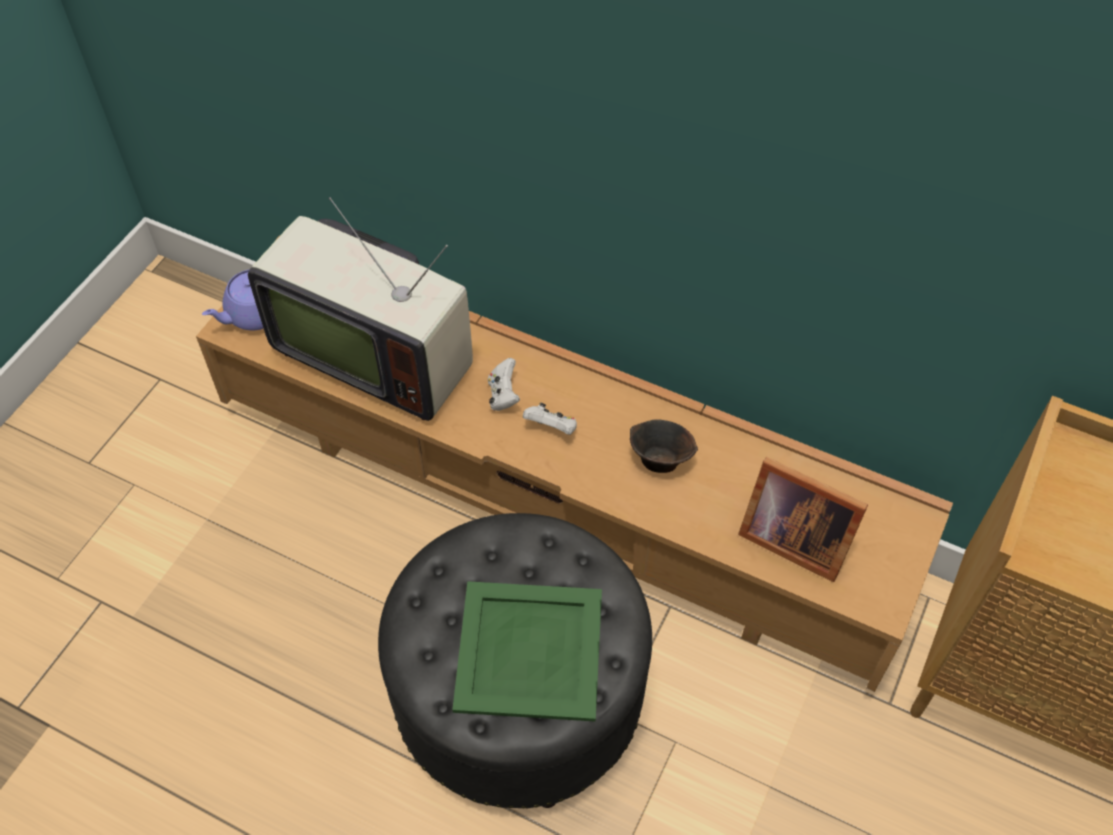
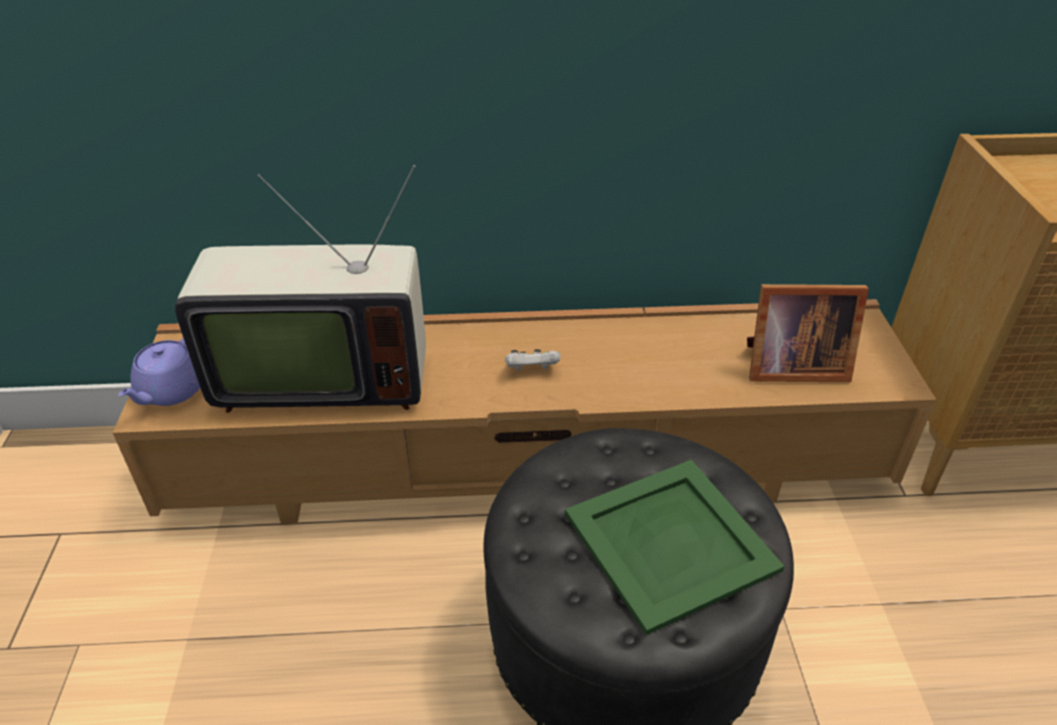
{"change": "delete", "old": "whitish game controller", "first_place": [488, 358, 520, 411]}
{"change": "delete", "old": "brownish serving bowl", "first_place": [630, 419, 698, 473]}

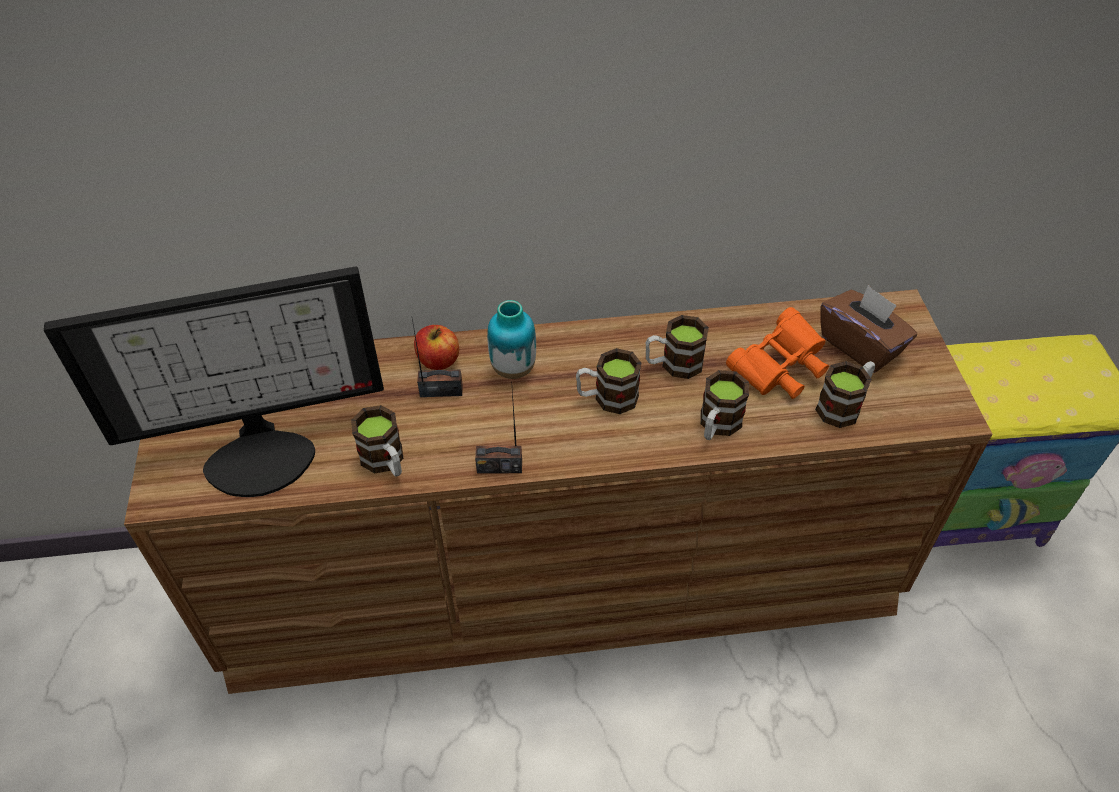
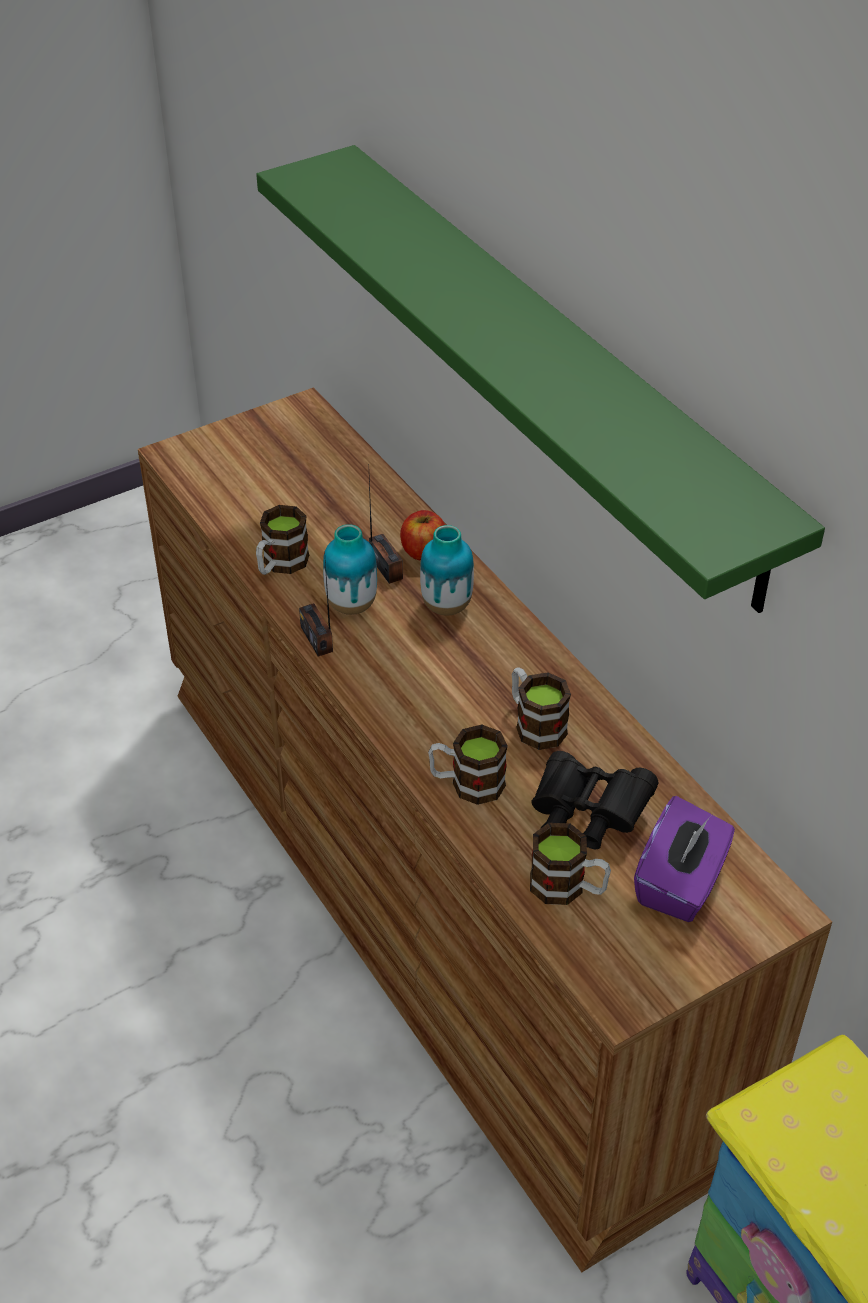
{"change": "delete", "old": "monitor", "first_place": [44, 266, 384, 497]}
{"change": "recolor", "old": "brownish box of tissues", "new": "purple-coloured box of tissues", "first_place": [820, 285, 917, 373], "second_place": [634, 796, 735, 922]}
{"change": "recolor", "old": "orange-coloured field glasses", "new": "blackish field glasses", "first_place": [726, 307, 829, 399], "second_place": [531, 751, 659, 849]}
{"change": "delete", "old": "mug", "first_place": [576, 348, 642, 414]}
{"change": "insert", "new": "greenish bracket shelf", "second_place": [256, 145, 825, 613]}
{"change": "insert", "new": "decorative vase", "second_place": [323, 524, 377, 615]}

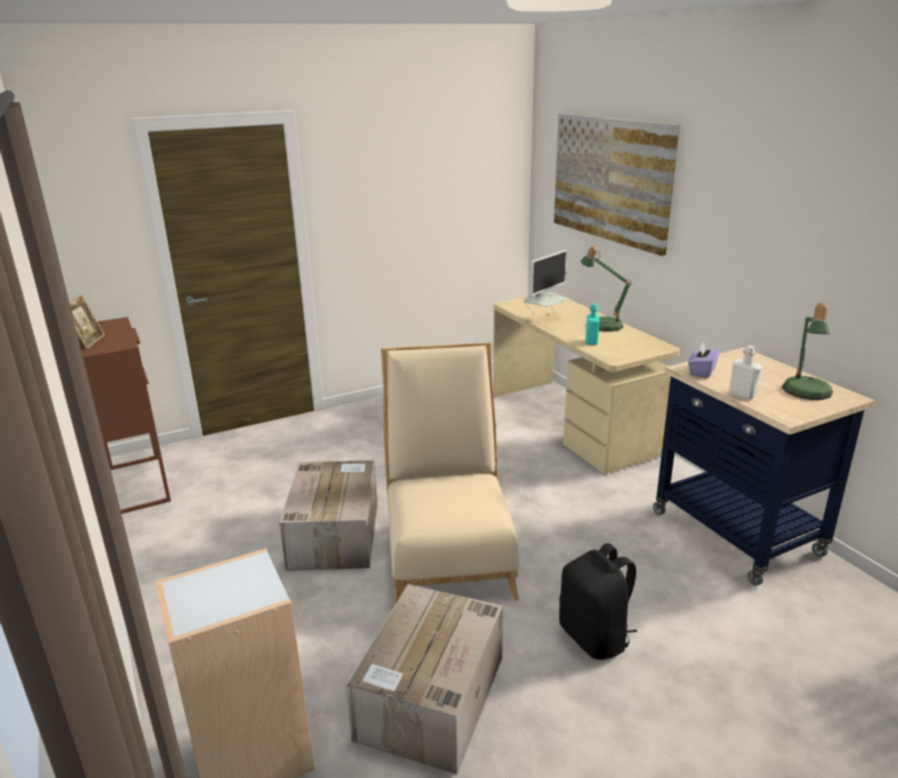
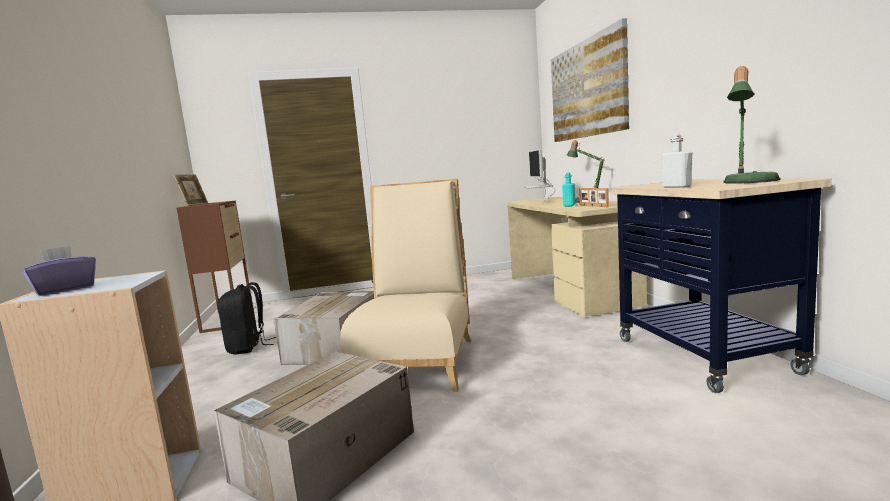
{"change": "rotate", "old": "monitor", "first_place": [523, 250, 568, 315], "second_place": [523, 149, 555, 204], "degrees": 120}
{"change": "move", "old": "purple-coloured box of tissues", "first_place": [688, 342, 720, 378], "second_place": [23, 245, 96, 296]}
{"change": "move", "old": "blackish backpack", "first_place": [559, 543, 637, 660], "second_place": [218, 282, 276, 355]}
{"change": "insert", "new": "photo frame", "second_place": [579, 188, 609, 207]}

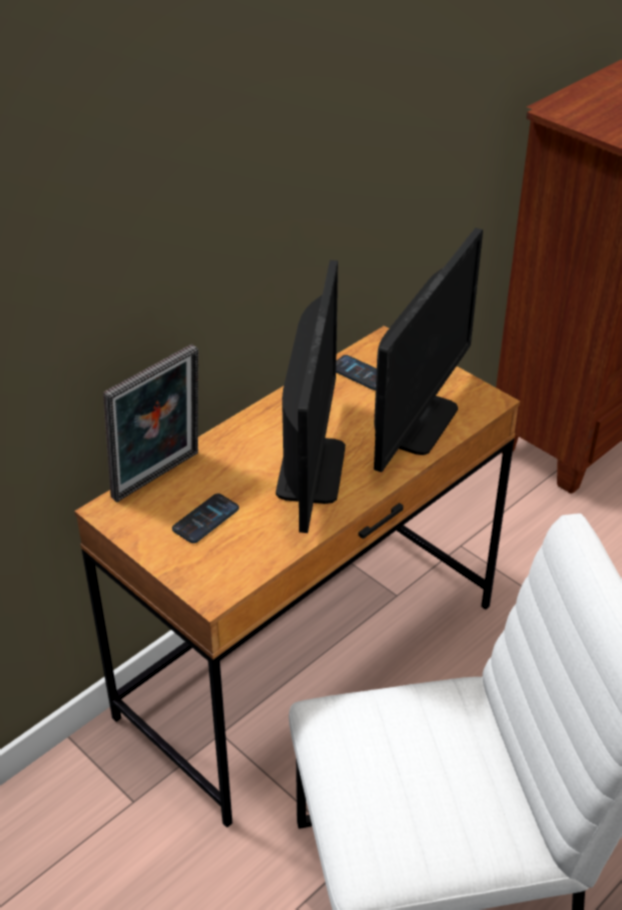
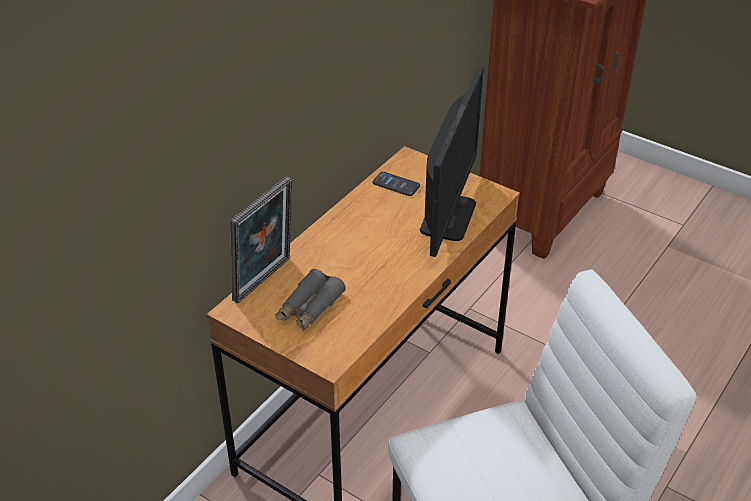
{"change": "delete", "old": "monitor", "first_place": [276, 260, 345, 533]}
{"change": "replace", "old": "handset", "new": "grey field glasses", "first_place": [172, 493, 239, 543], "second_place": [275, 269, 346, 331]}

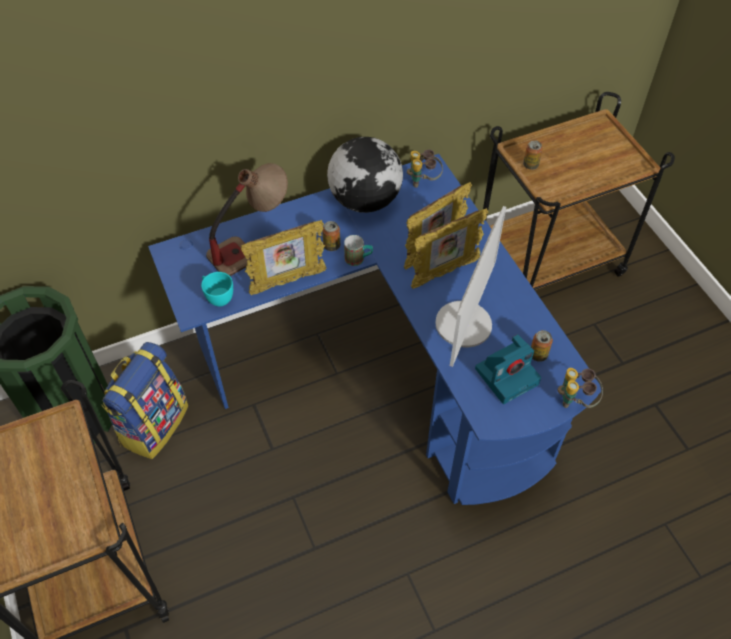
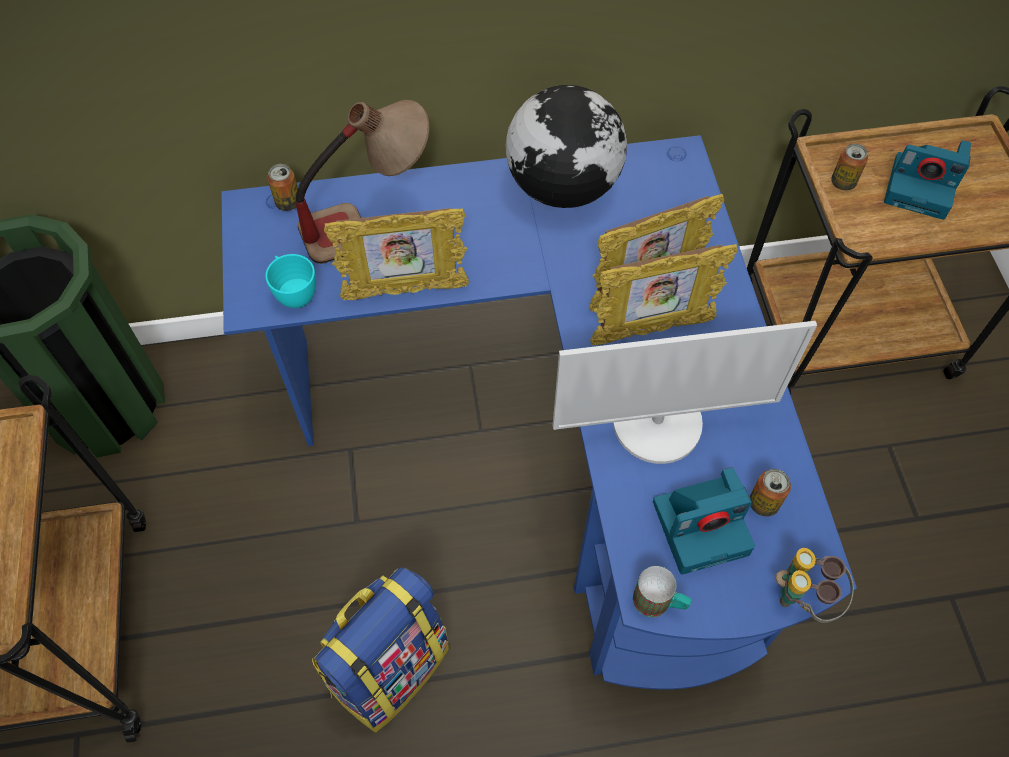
{"change": "delete", "old": "field glasses", "first_place": [407, 150, 443, 188]}
{"change": "rotate", "old": "monitor", "first_place": [435, 206, 506, 367], "second_place": [553, 321, 817, 464], "degrees": 45}
{"change": "move", "old": "metal can", "first_place": [322, 221, 340, 251], "second_place": [267, 164, 298, 211]}
{"change": "move", "old": "mug", "first_place": [344, 235, 373, 266], "second_place": [633, 566, 692, 617]}
{"change": "move", "old": "backpack", "first_place": [102, 342, 189, 459], "second_place": [312, 568, 449, 732]}
{"change": "insert", "new": "still camera", "second_place": [884, 140, 971, 220]}

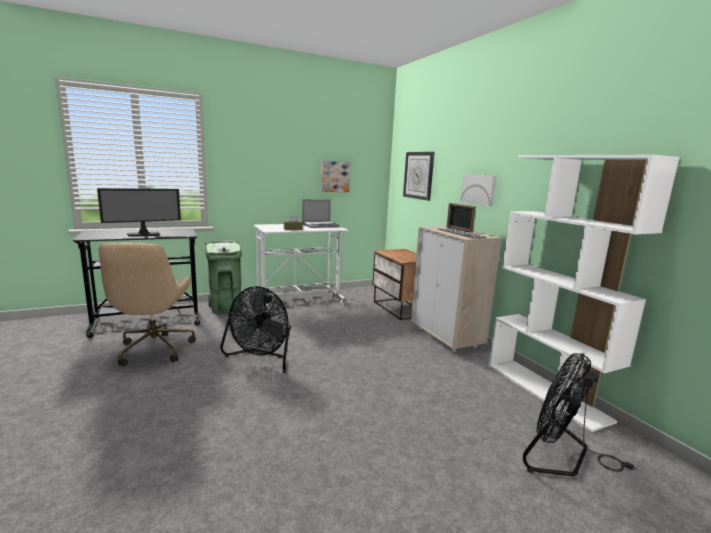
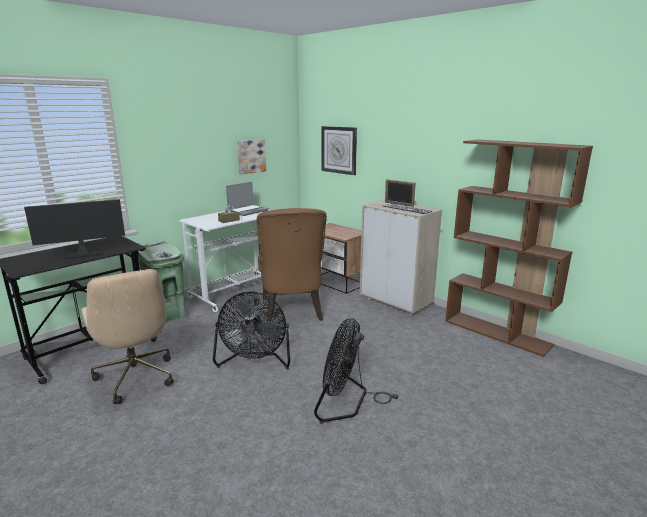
{"change": "recolor", "old": "whitish bookshelf", "new": "brownish bookshelf", "first_place": [488, 155, 680, 432], "second_place": [445, 139, 593, 357]}
{"change": "delete", "old": "picture", "first_place": [460, 174, 497, 206]}
{"change": "rotate", "old": "monitor", "first_place": [97, 188, 181, 236], "second_place": [24, 199, 125, 260], "degrees": -150}
{"change": "move", "old": "blackish fan", "first_place": [523, 353, 635, 476], "second_place": [314, 318, 399, 424]}
{"change": "insert", "new": "brownish upright chair", "second_place": [257, 208, 327, 322]}

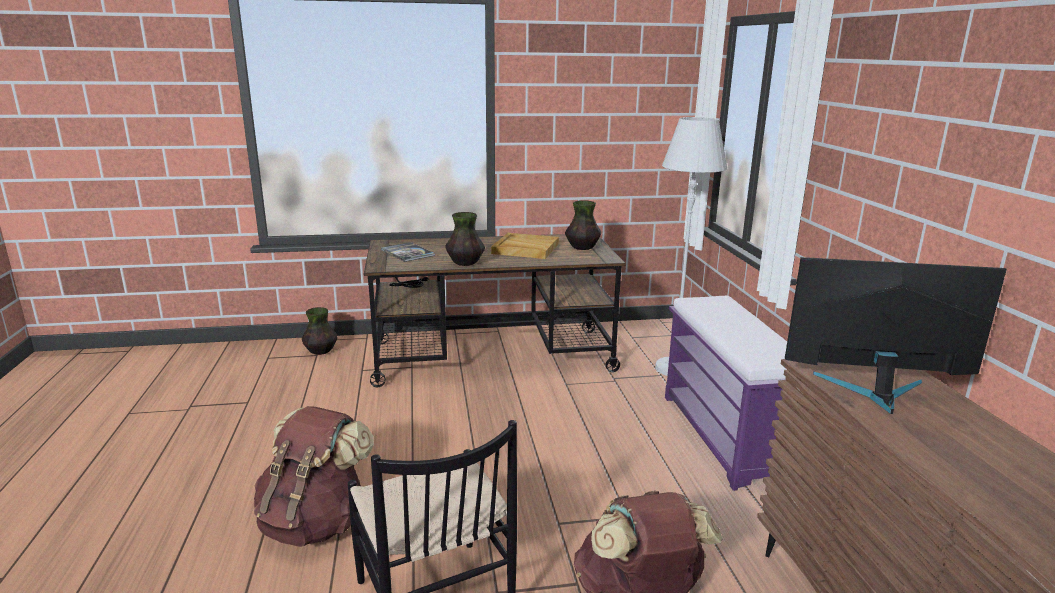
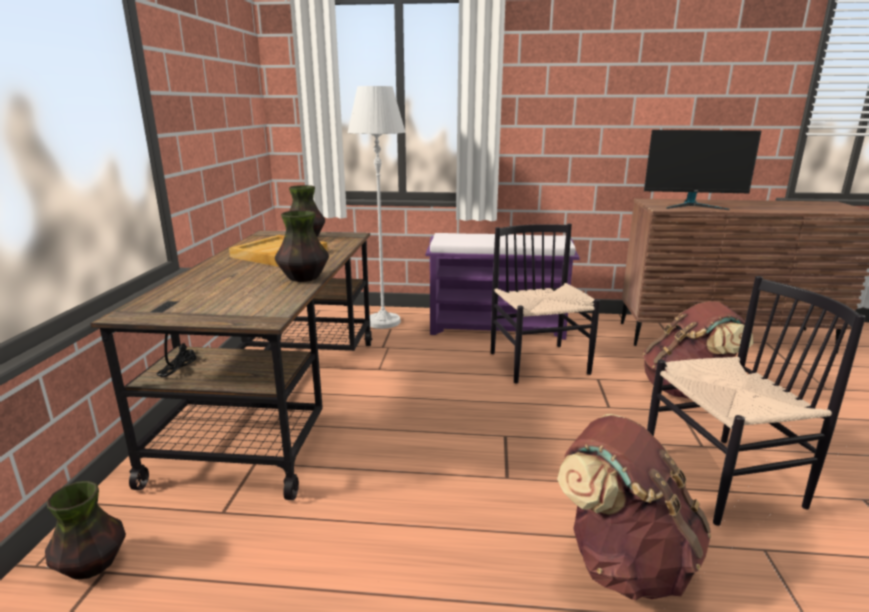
{"change": "delete", "old": "volume", "first_place": [381, 242, 435, 262]}
{"change": "rotate", "old": "monitor", "first_place": [785, 257, 1007, 414], "second_place": [644, 130, 761, 210], "degrees": -105}
{"change": "insert", "new": "blackish upright chair", "second_place": [491, 223, 600, 384]}

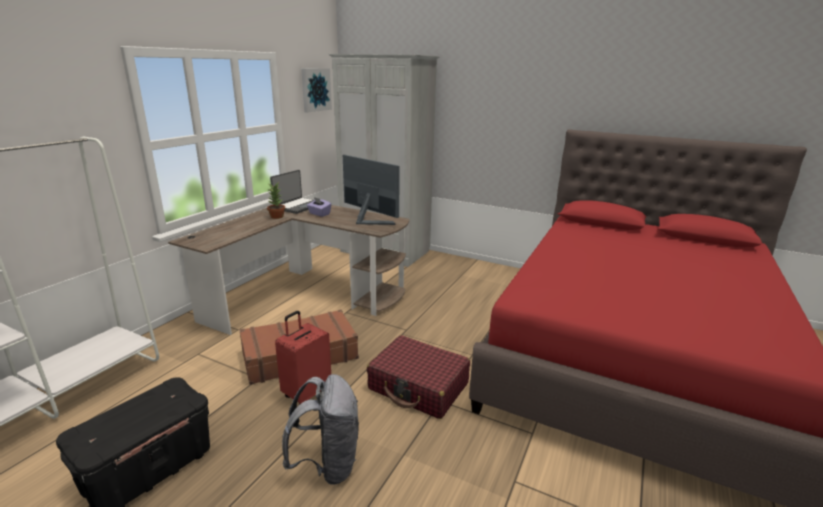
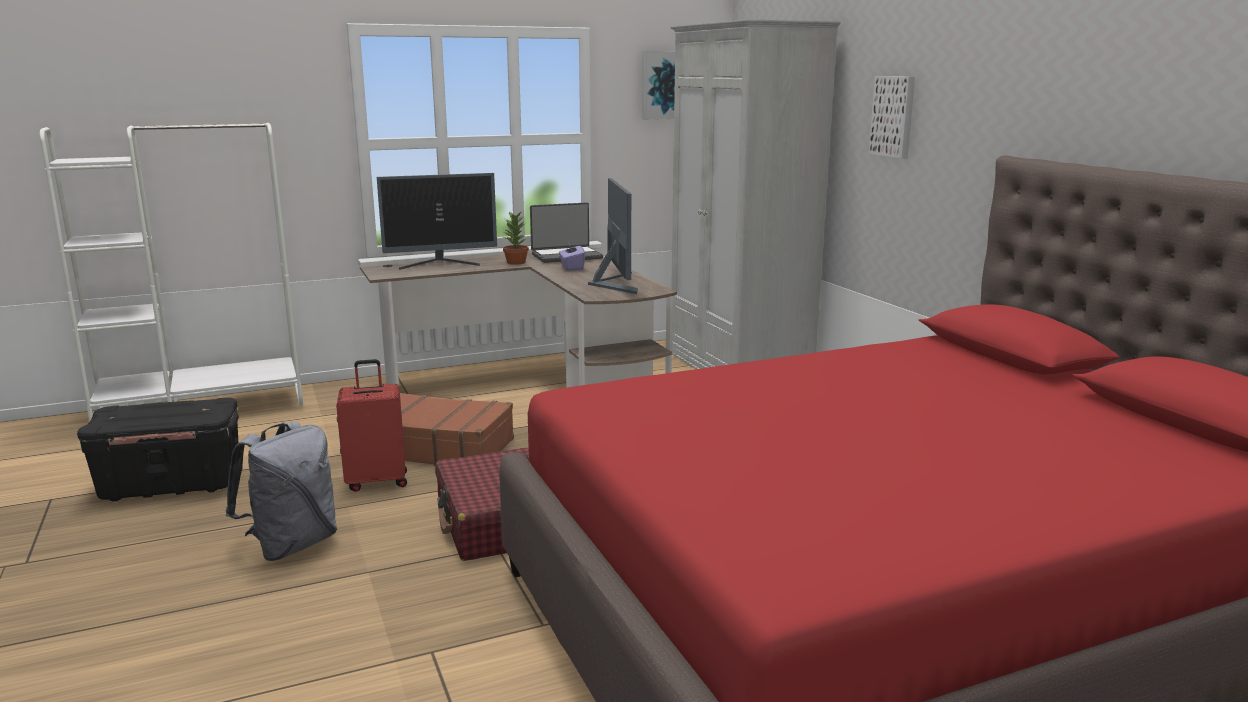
{"change": "insert", "new": "picture", "second_place": [869, 76, 915, 159]}
{"change": "insert", "new": "monitor", "second_place": [377, 173, 497, 270]}

